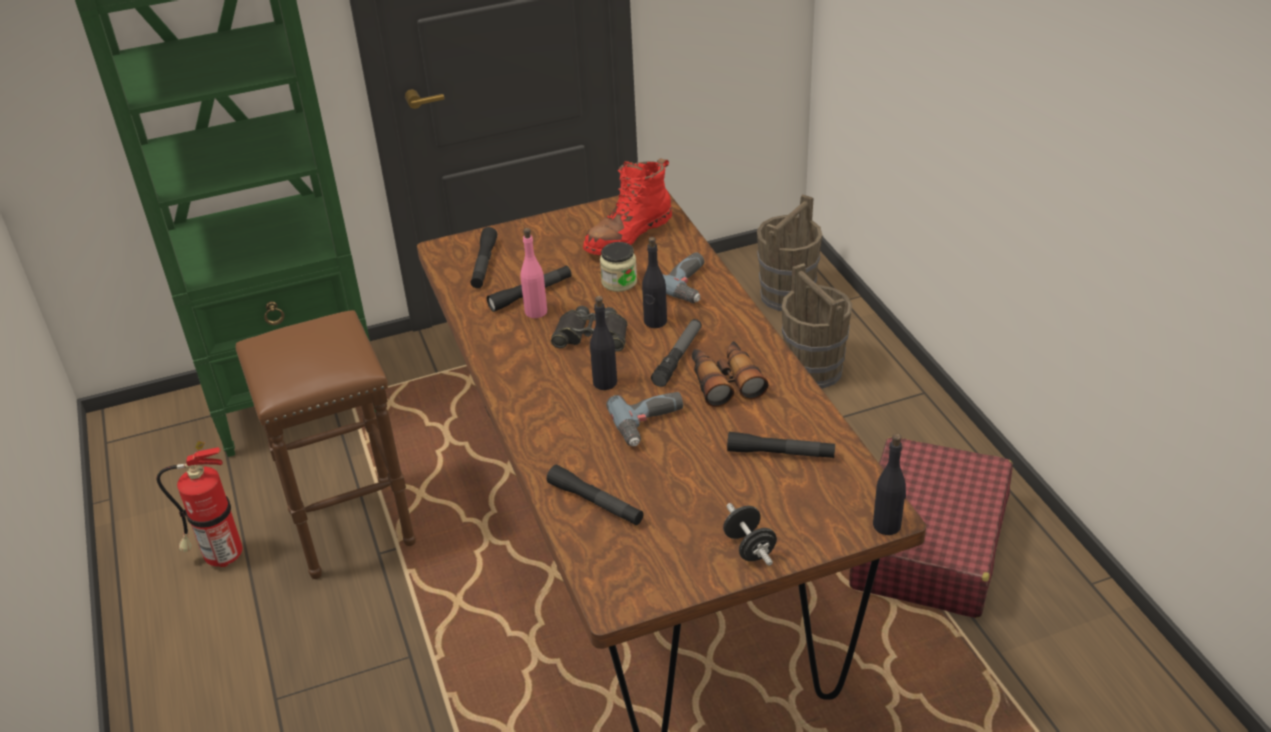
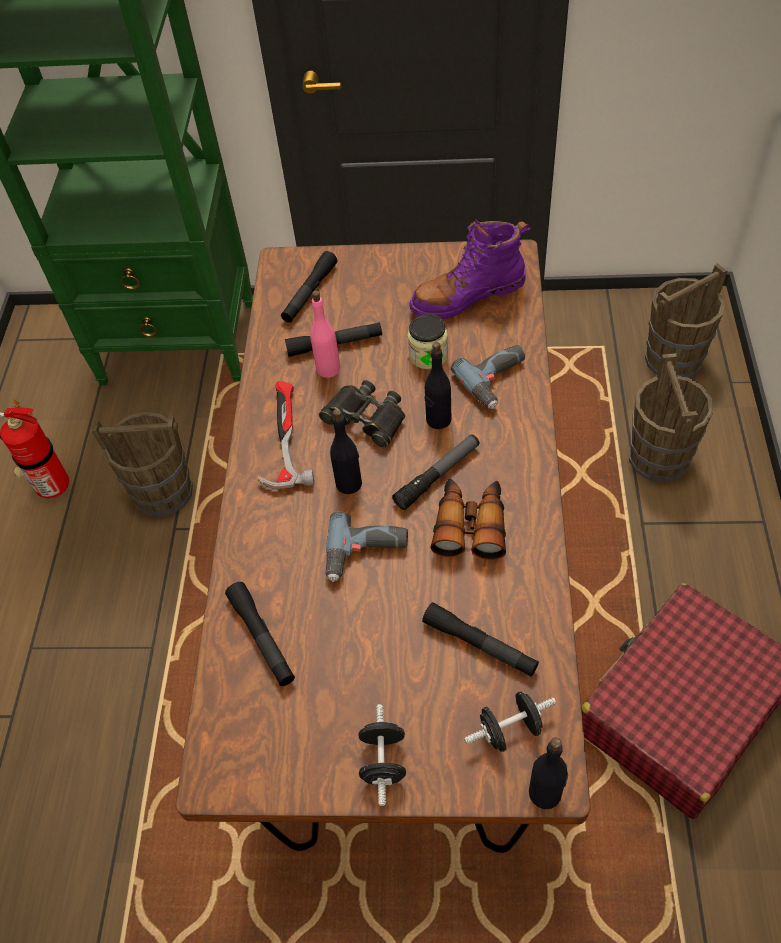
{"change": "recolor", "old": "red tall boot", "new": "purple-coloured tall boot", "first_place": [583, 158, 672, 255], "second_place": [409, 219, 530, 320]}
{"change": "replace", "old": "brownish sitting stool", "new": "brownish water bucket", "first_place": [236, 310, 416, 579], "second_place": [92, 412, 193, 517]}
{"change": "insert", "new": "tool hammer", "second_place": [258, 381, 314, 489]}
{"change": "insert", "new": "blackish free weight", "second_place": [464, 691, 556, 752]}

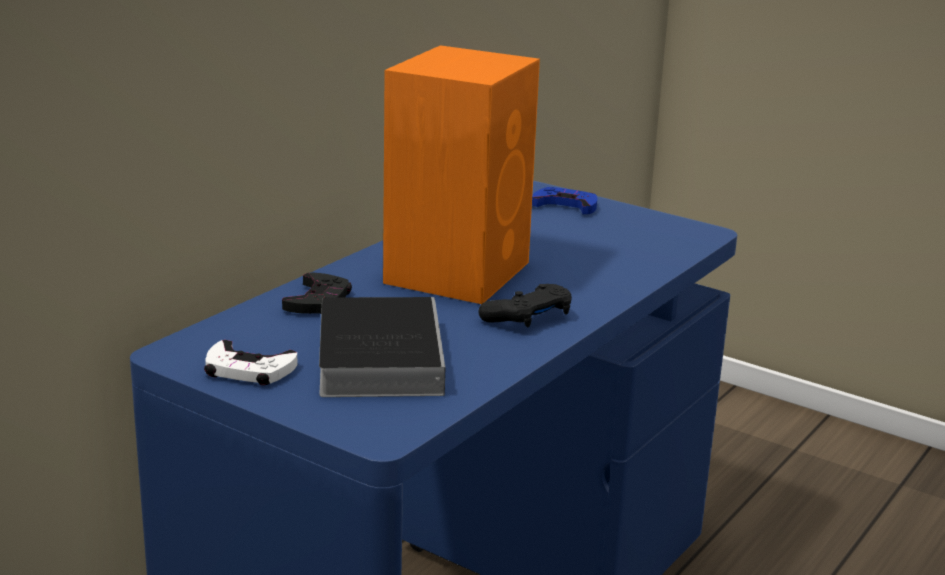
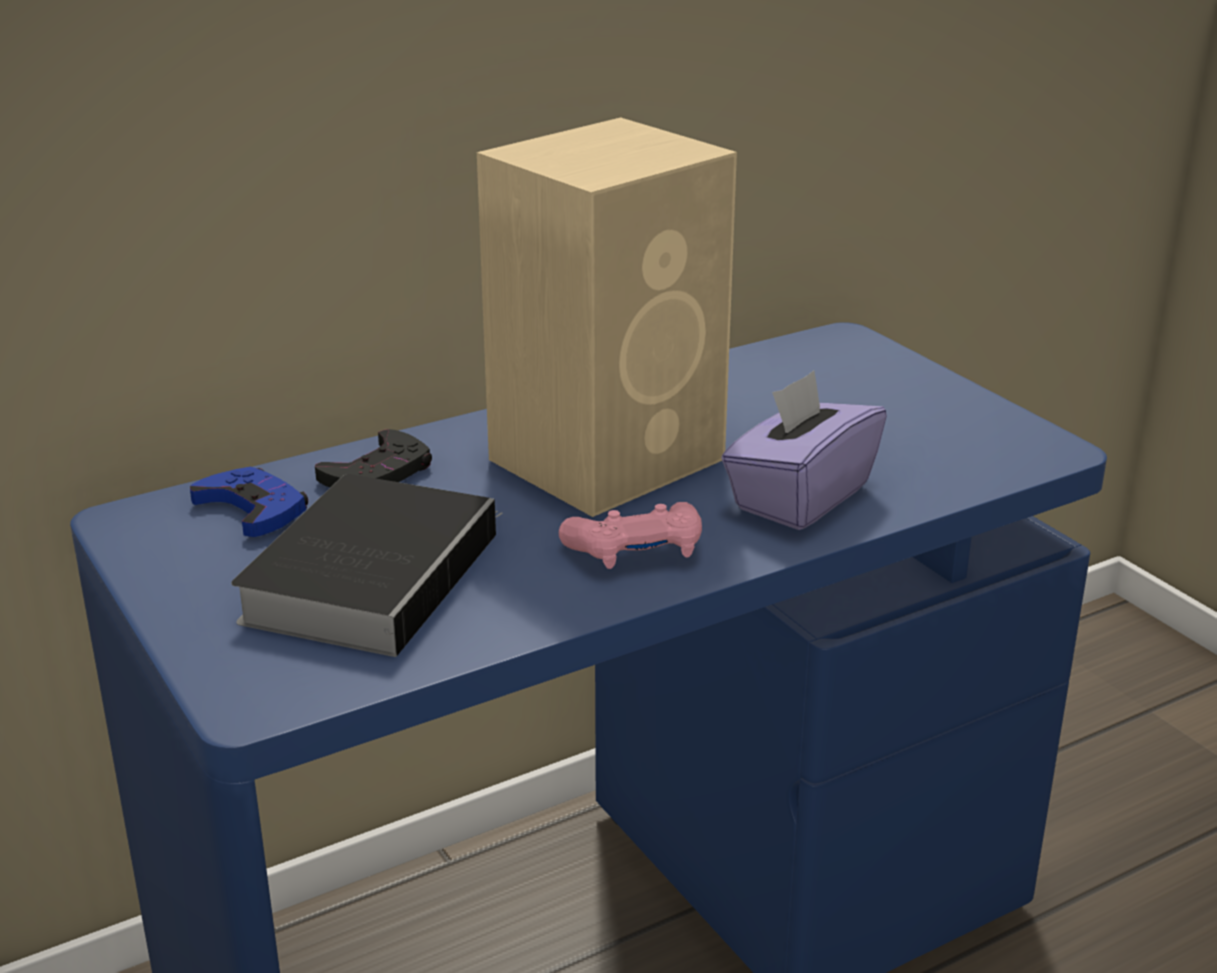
{"change": "recolor", "old": "orange-coloured audio speaker", "new": "beige-coloured audio speaker", "first_place": [383, 45, 540, 304], "second_place": [477, 117, 737, 517]}
{"change": "move", "old": "blue-coloured game controller", "first_place": [532, 187, 598, 214], "second_place": [190, 467, 308, 537]}
{"change": "recolor", "old": "blackish game controller", "new": "pinkish game controller", "first_place": [478, 284, 572, 327], "second_place": [559, 502, 702, 569]}
{"change": "delete", "old": "whitish game controller", "first_place": [204, 340, 298, 385]}
{"change": "insert", "new": "purple-coloured box of tissues", "second_place": [721, 371, 887, 530]}

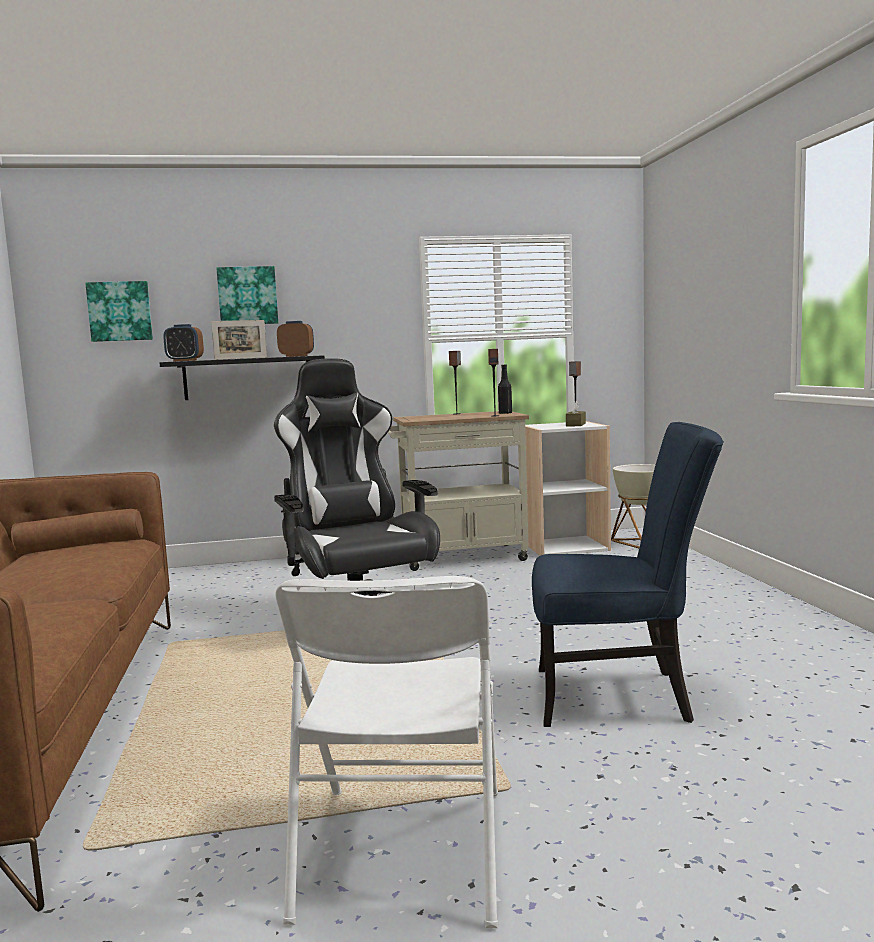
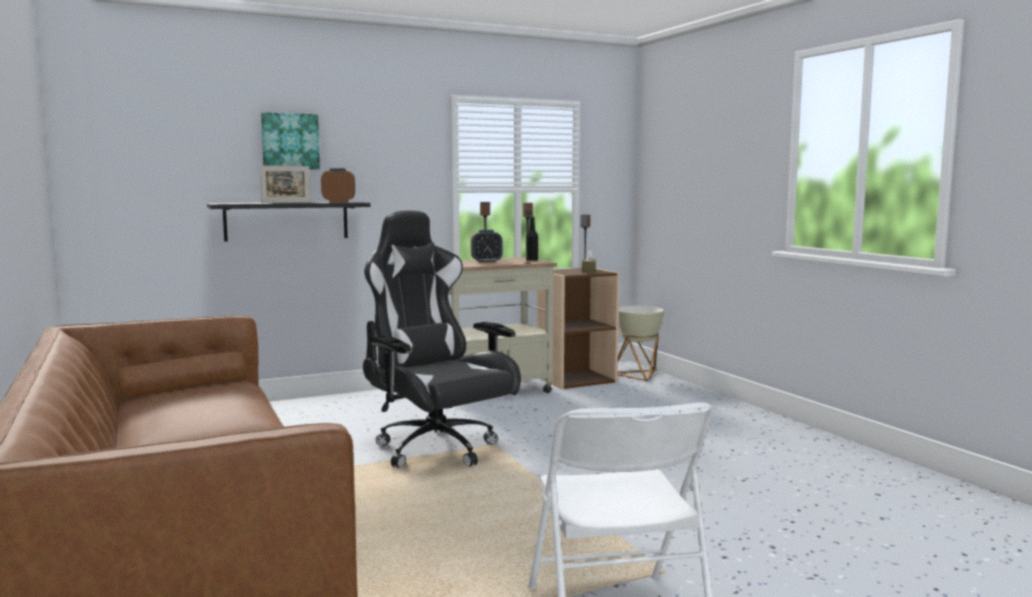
{"change": "delete", "old": "picture", "first_place": [85, 281, 153, 342]}
{"change": "move", "old": "table clock", "first_place": [163, 324, 204, 361], "second_place": [470, 230, 503, 263]}
{"change": "recolor", "old": "whitish bookshelf", "new": "brownish bookshelf", "first_place": [525, 421, 611, 556], "second_place": [537, 268, 619, 389]}
{"change": "delete", "old": "blue-coloured upright chair", "first_place": [532, 422, 724, 727]}

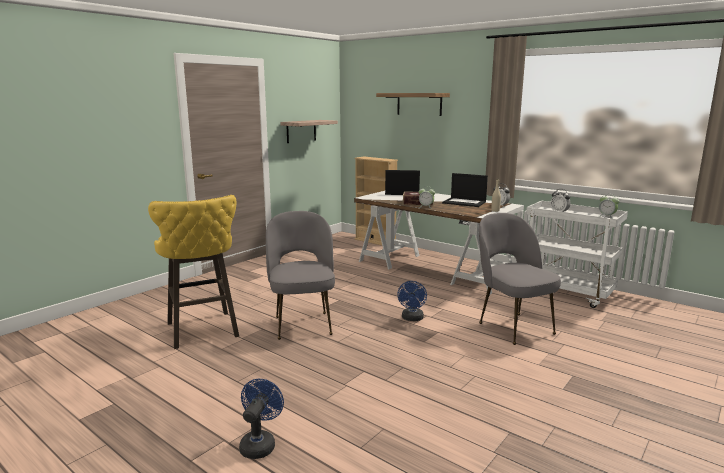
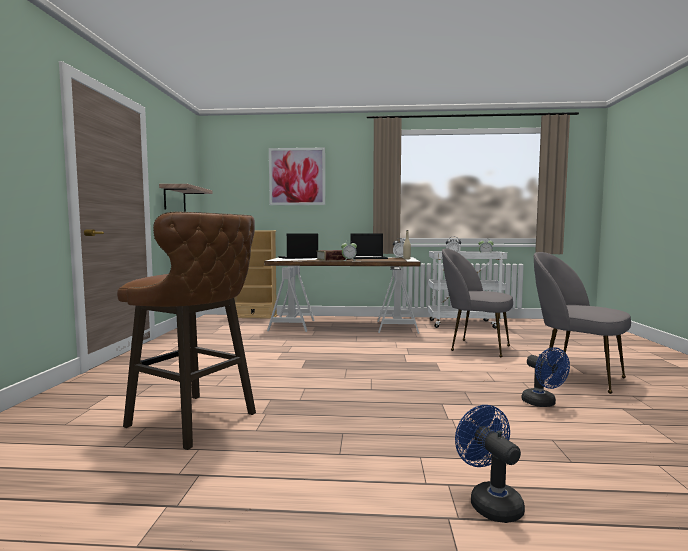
{"change": "replace", "old": "bracket shelf", "new": "picture", "first_place": [376, 93, 450, 116], "second_place": [269, 147, 325, 205]}
{"change": "recolor", "old": "yellowish sitting stool", "new": "brownish sitting stool", "first_place": [148, 195, 239, 349], "second_place": [117, 211, 256, 450]}
{"change": "move", "old": "grey upright chair", "first_place": [266, 211, 335, 340], "second_place": [534, 252, 631, 394]}
{"change": "move", "old": "blue-coloured fan", "first_place": [397, 281, 427, 321], "second_place": [522, 347, 570, 407]}

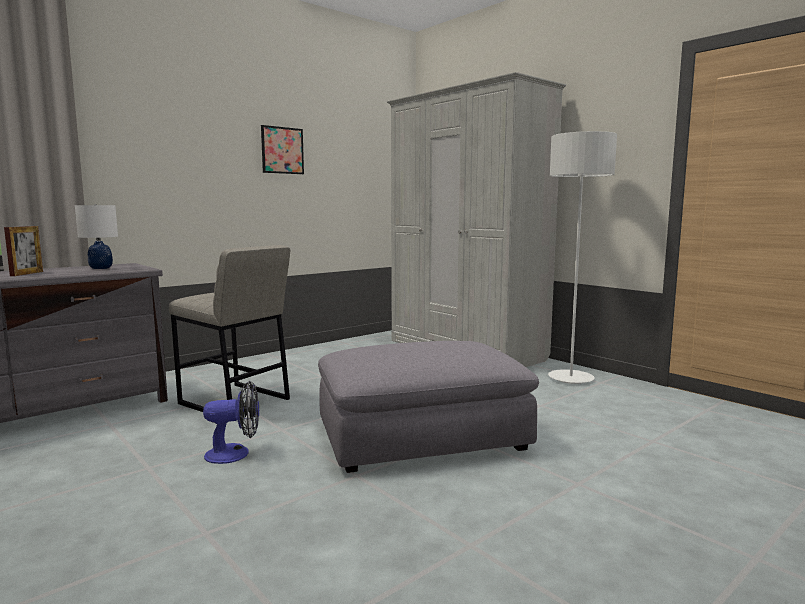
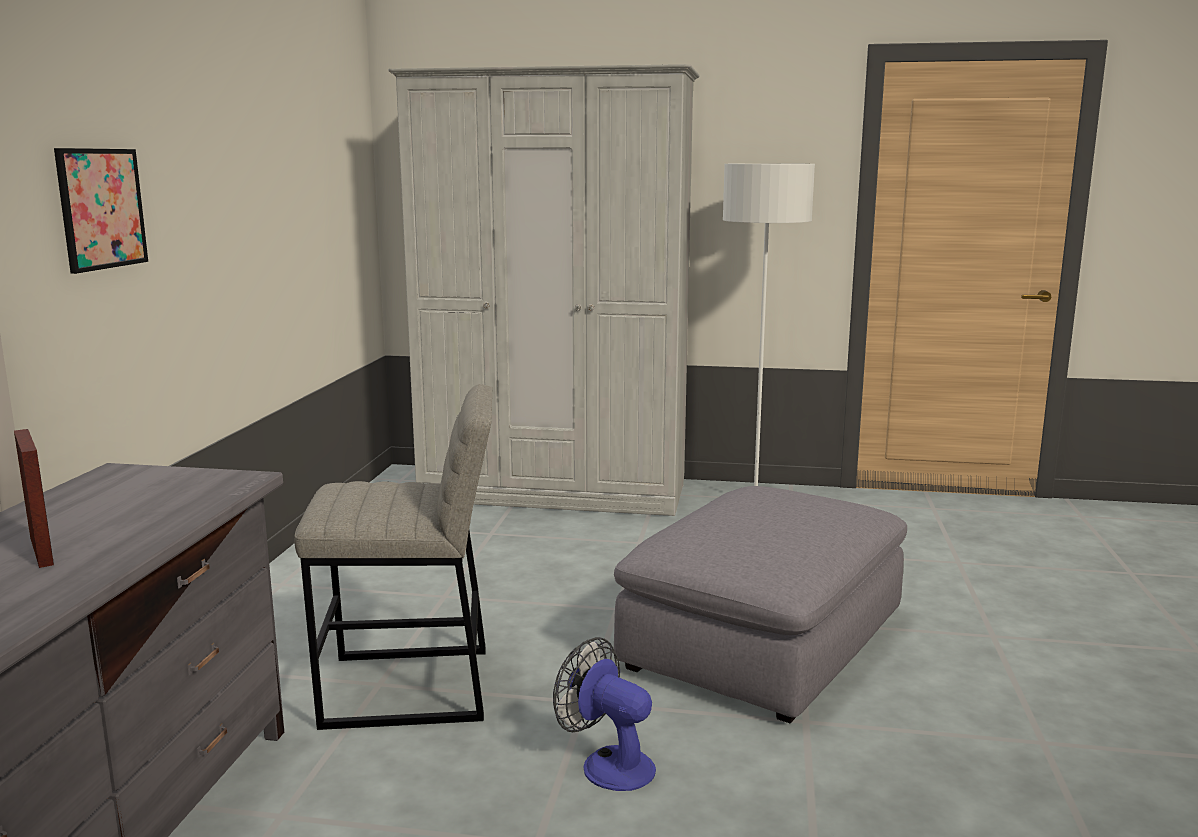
{"change": "move", "old": "picture", "first_place": [261, 125, 304, 174], "second_place": [54, 148, 148, 274]}
{"change": "delete", "old": "whitish lamp for a table", "first_place": [75, 204, 118, 269]}
{"change": "rotate", "old": "fan", "first_place": [203, 381, 259, 464], "second_place": [553, 637, 656, 791], "degrees": -90}

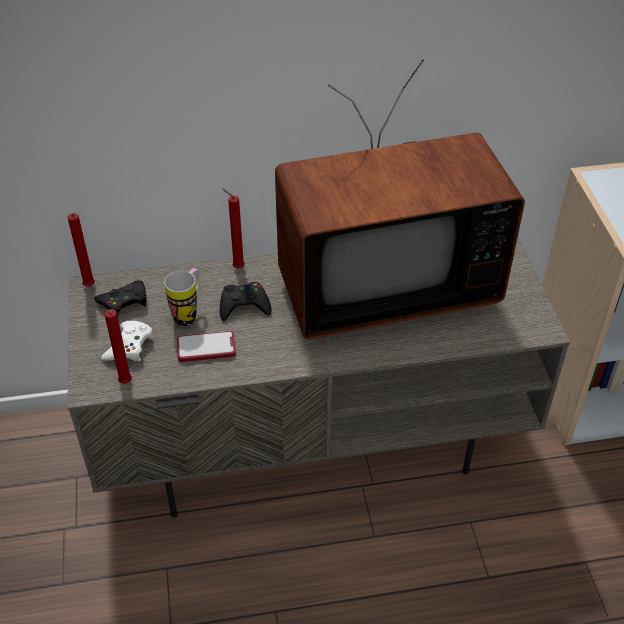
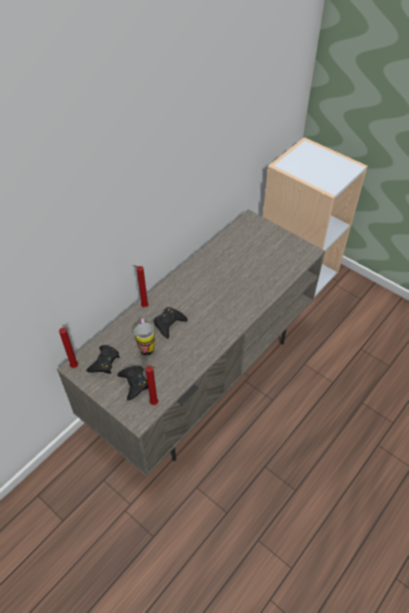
{"change": "delete", "old": "TV", "first_place": [275, 59, 525, 339]}
{"change": "recolor", "old": "whitish game controller", "new": "blackish game controller", "first_place": [101, 321, 153, 361], "second_place": [117, 366, 148, 400]}
{"change": "delete", "old": "handset", "first_place": [177, 331, 236, 362]}

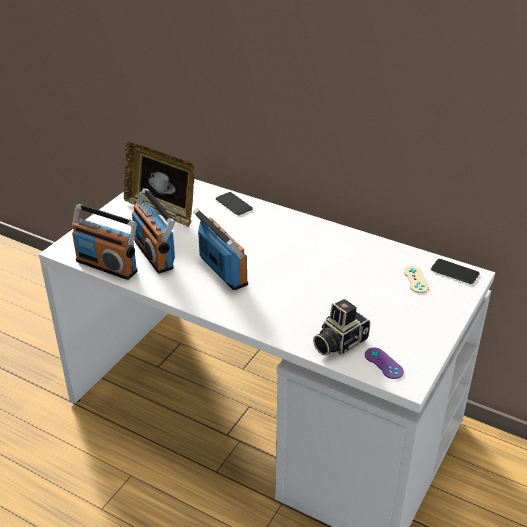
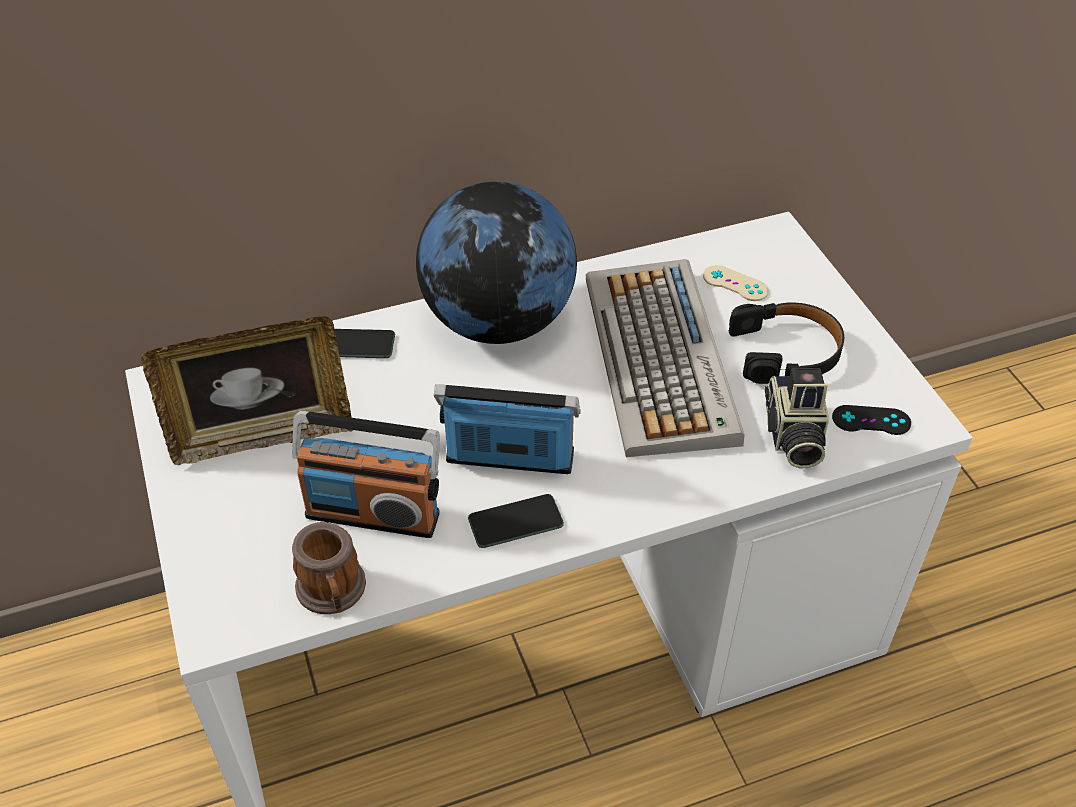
{"change": "replace", "old": "radio", "new": "mug", "first_place": [72, 204, 138, 280], "second_place": [292, 522, 366, 614]}
{"change": "move", "old": "handset", "first_place": [431, 259, 479, 284], "second_place": [468, 494, 564, 548]}
{"change": "recolor", "old": "purple-coloured game controller", "new": "blackish game controller", "first_place": [365, 348, 404, 379], "second_place": [832, 405, 911, 435]}
{"change": "insert", "new": "desk globe", "second_place": [416, 181, 577, 344]}
{"change": "insert", "new": "keyboard", "second_place": [586, 259, 745, 457]}
{"change": "insert", "new": "blackish pair of headphones", "second_place": [729, 302, 844, 384]}

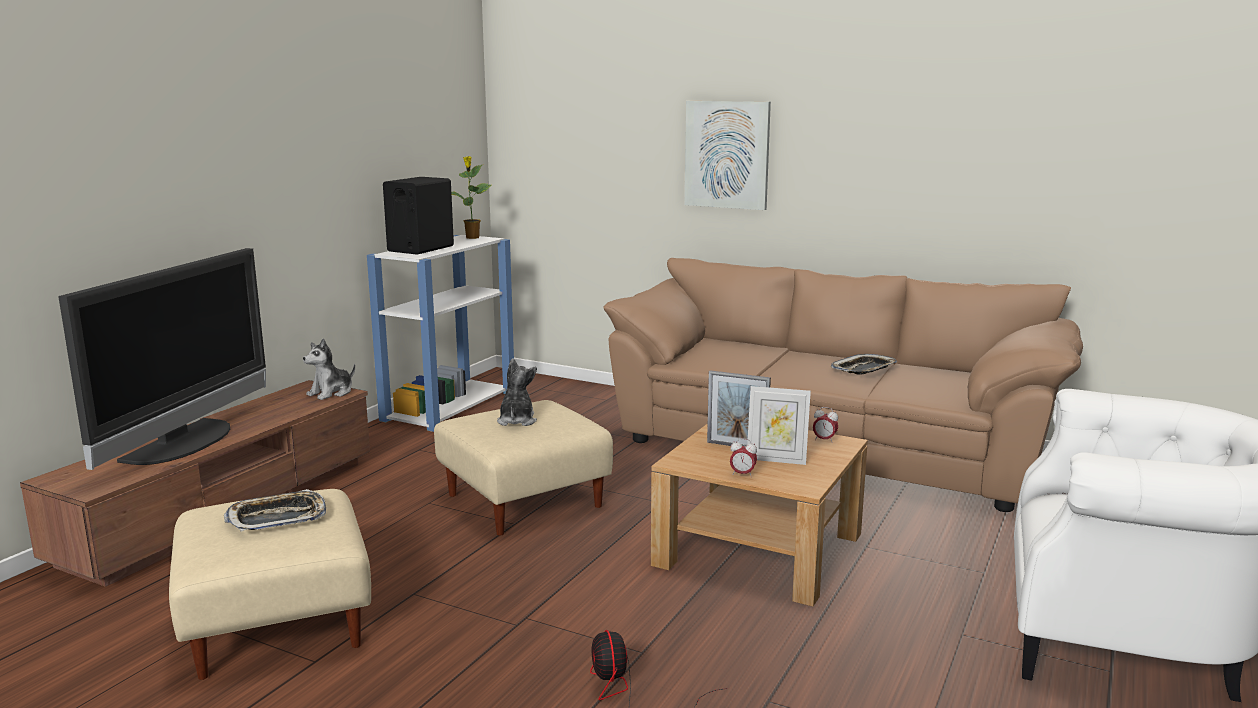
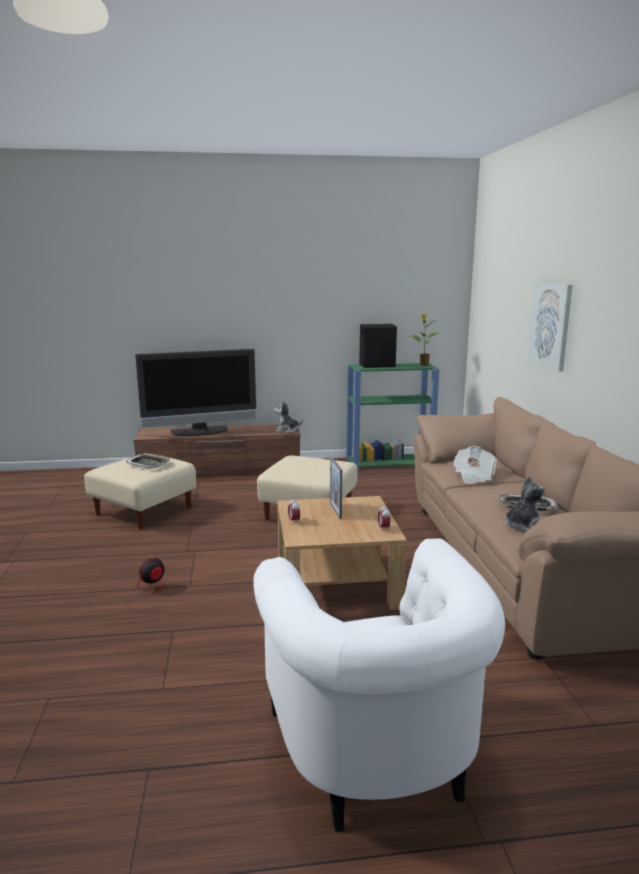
{"change": "recolor", "old": "whitish bookshelf", "new": "greenish bookshelf", "first_place": [367, 235, 514, 432], "second_place": [346, 363, 439, 471]}
{"change": "move", "old": "plush toy", "first_place": [497, 358, 537, 426], "second_place": [506, 476, 545, 532]}
{"change": "delete", "old": "photo frame", "first_place": [747, 386, 811, 465]}
{"change": "insert", "new": "daily paper", "second_place": [453, 446, 497, 484]}

